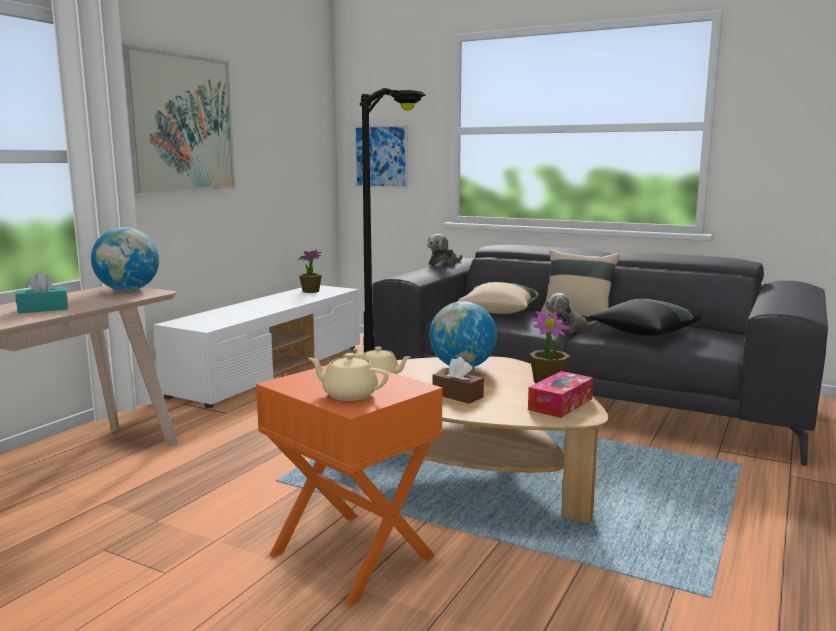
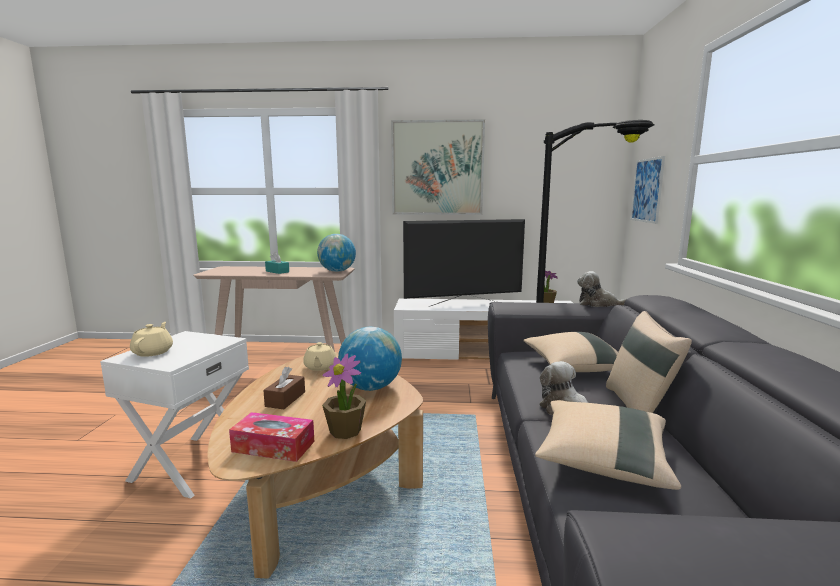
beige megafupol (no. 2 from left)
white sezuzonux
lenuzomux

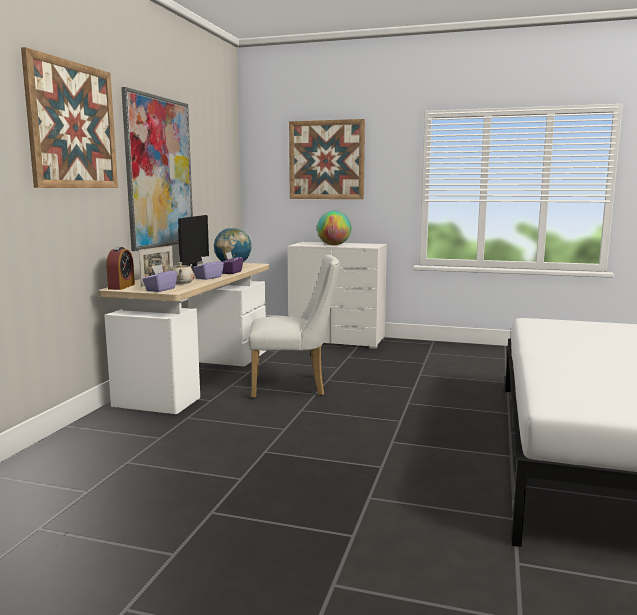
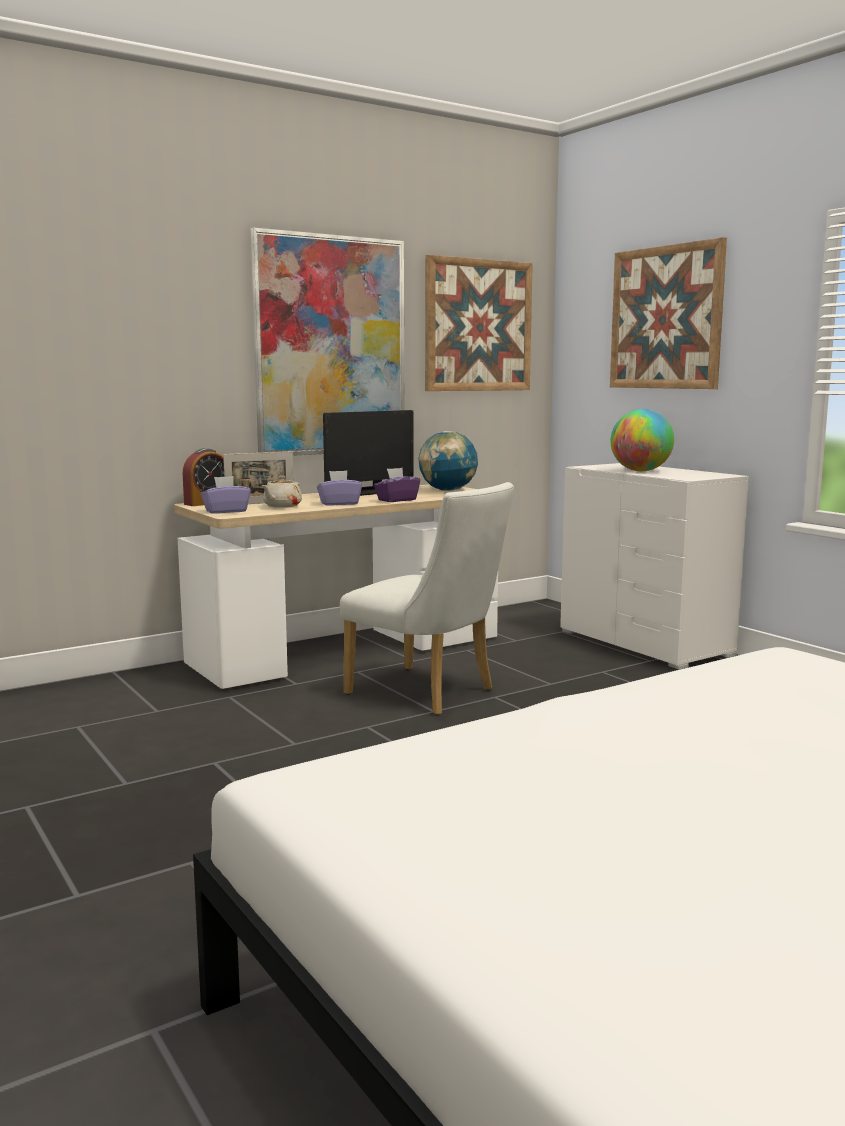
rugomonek (no. 2 from left)

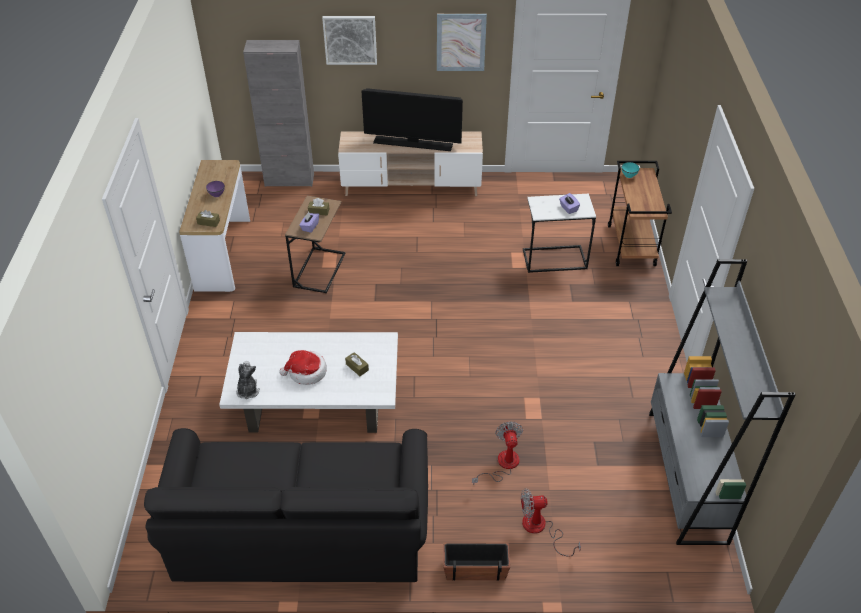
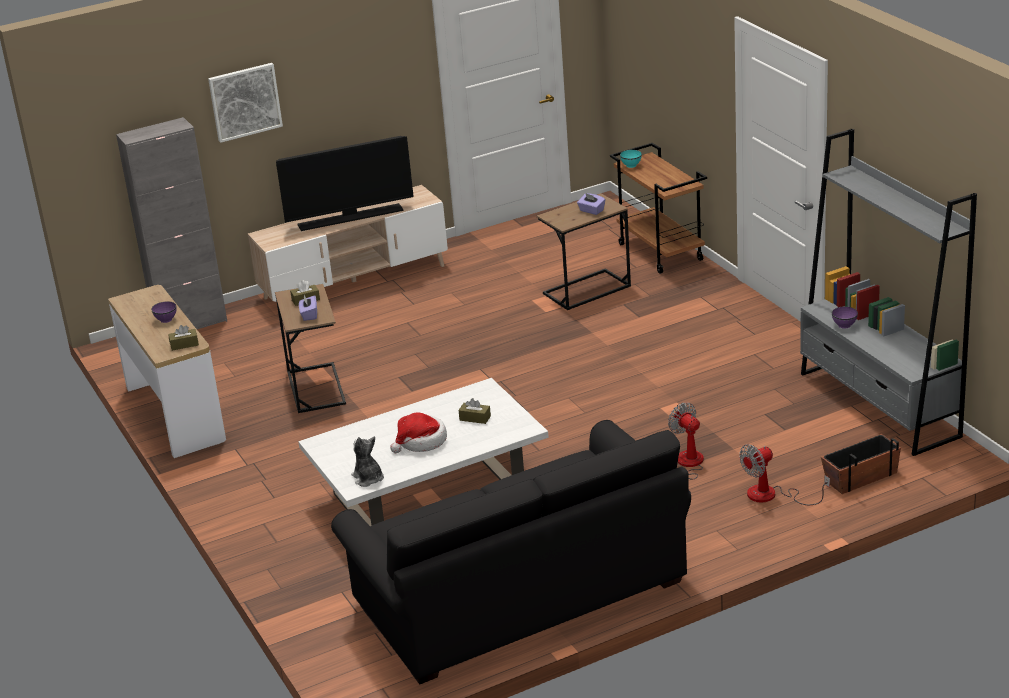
rugomonek (no. 2 from left in the first image)
brown sezuzonux (no. 2 from left)
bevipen
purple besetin (no. 2 from left)

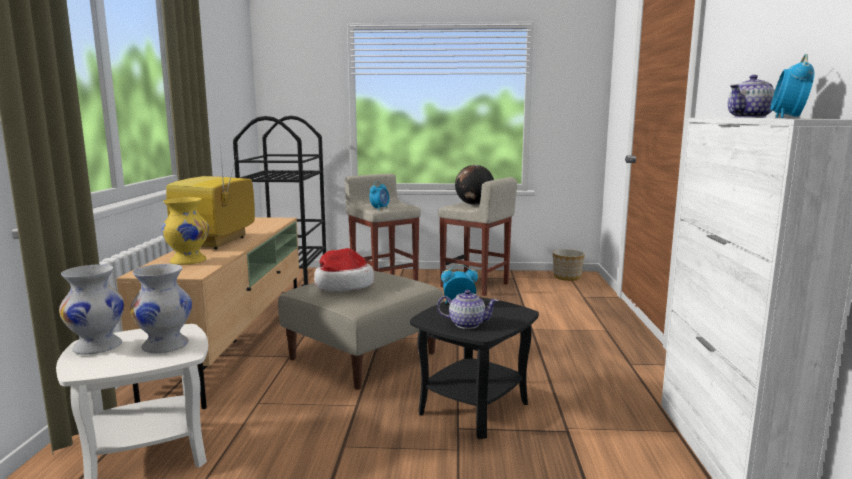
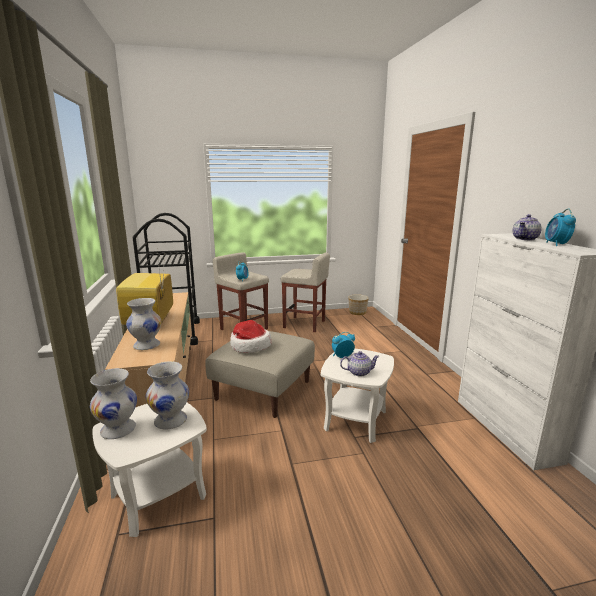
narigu
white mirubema (no. 2 from left)
white sezuzonux (no. 2 from left)

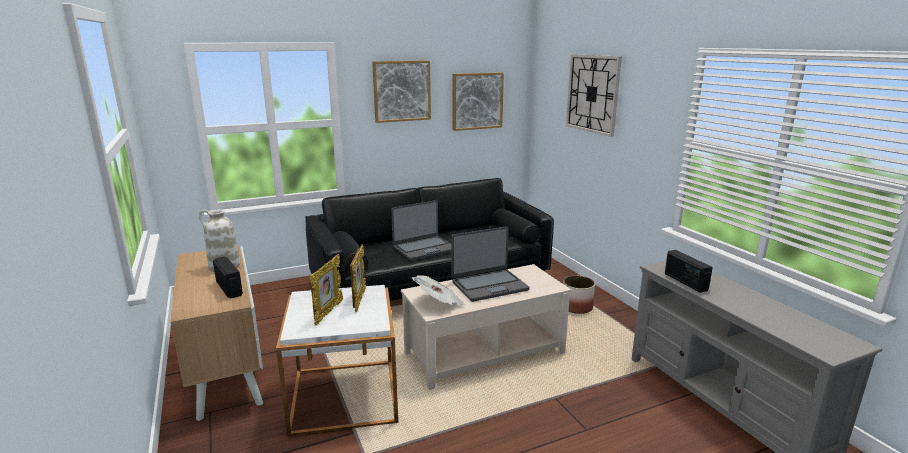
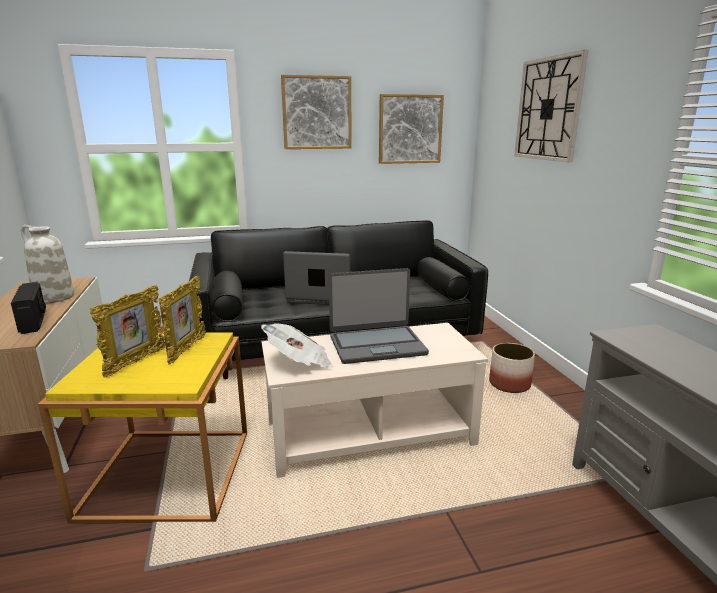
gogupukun (no. 1 from left)
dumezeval (no. 2 from left in the first image)
yellow sezuzonux

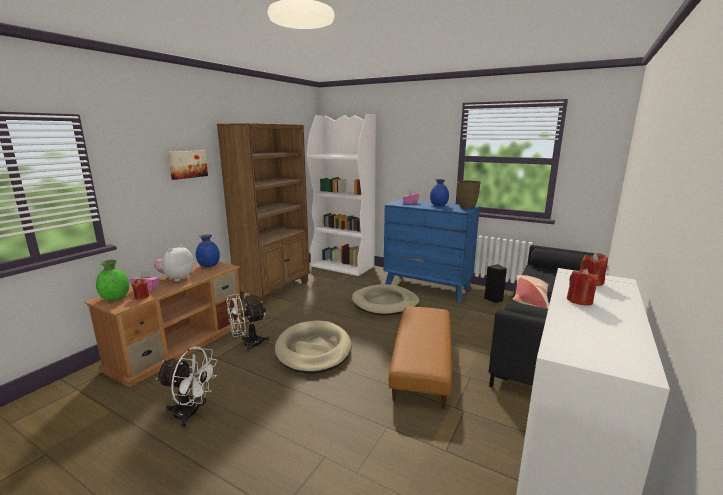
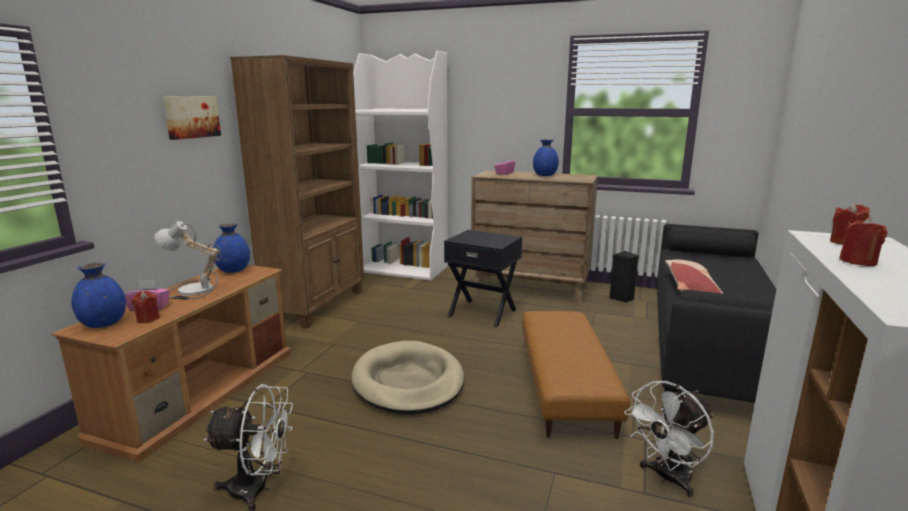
brown mirubema
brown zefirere
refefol
blue mirubema (no. 1 from left)
black sezuzonux
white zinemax (no. 2 from left)

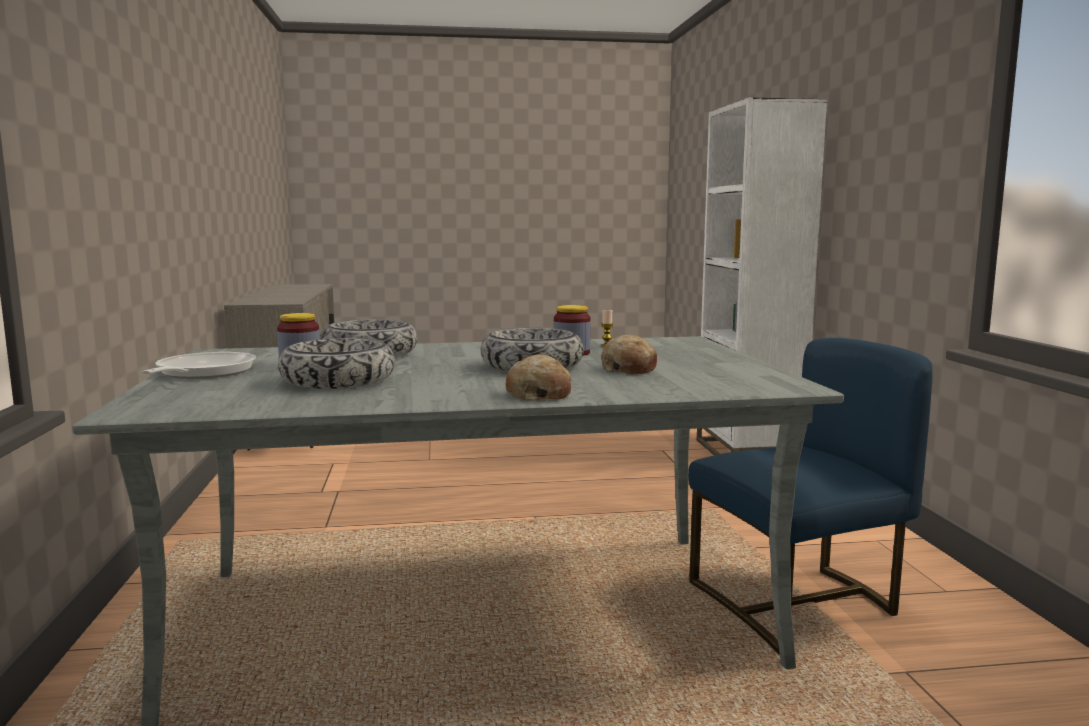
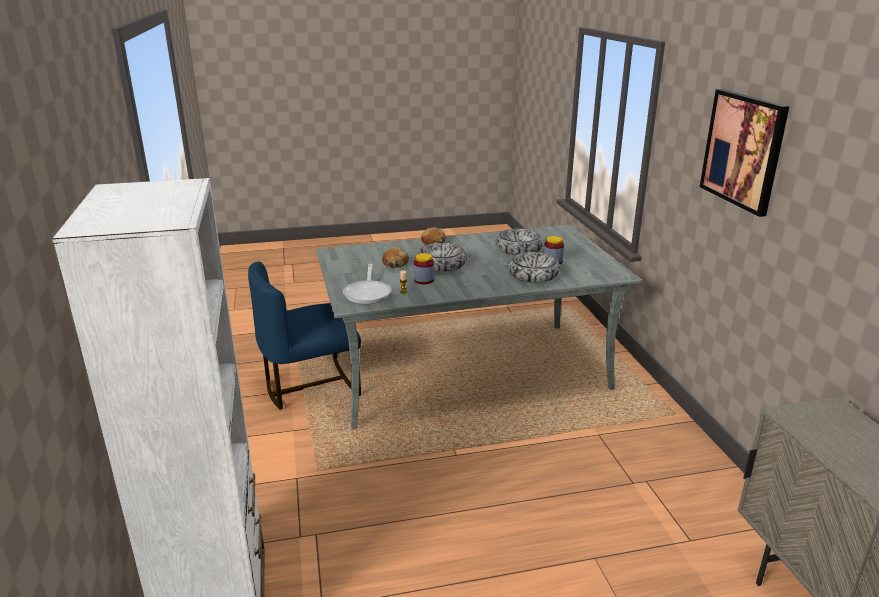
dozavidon
rugomonek

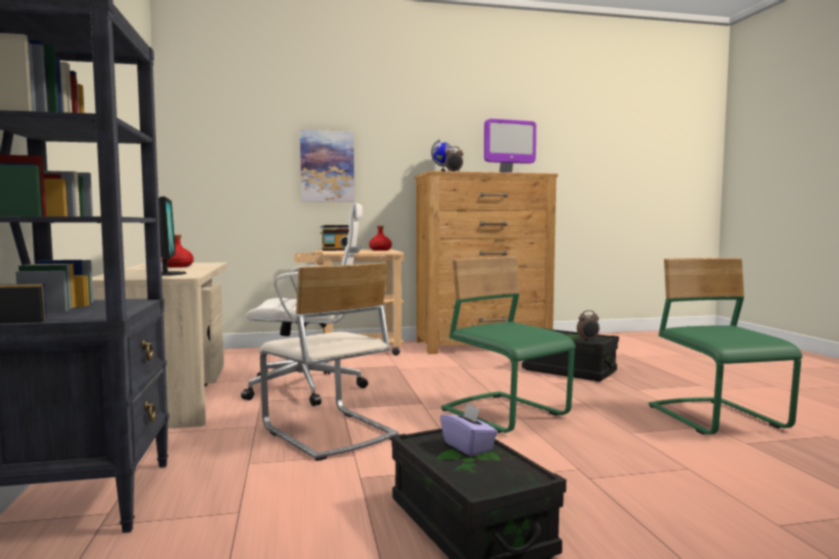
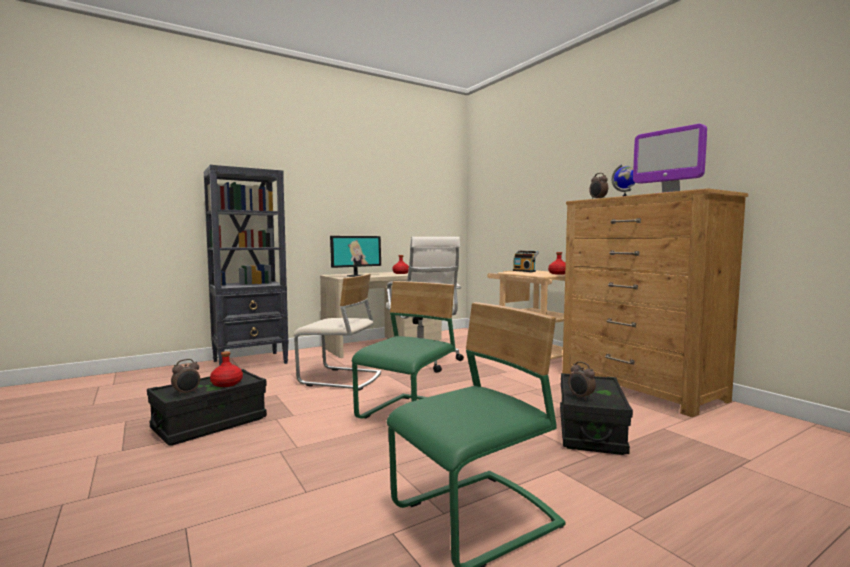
rugomonek
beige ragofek
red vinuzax (no. 1 from left)
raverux (no. 1 from left)

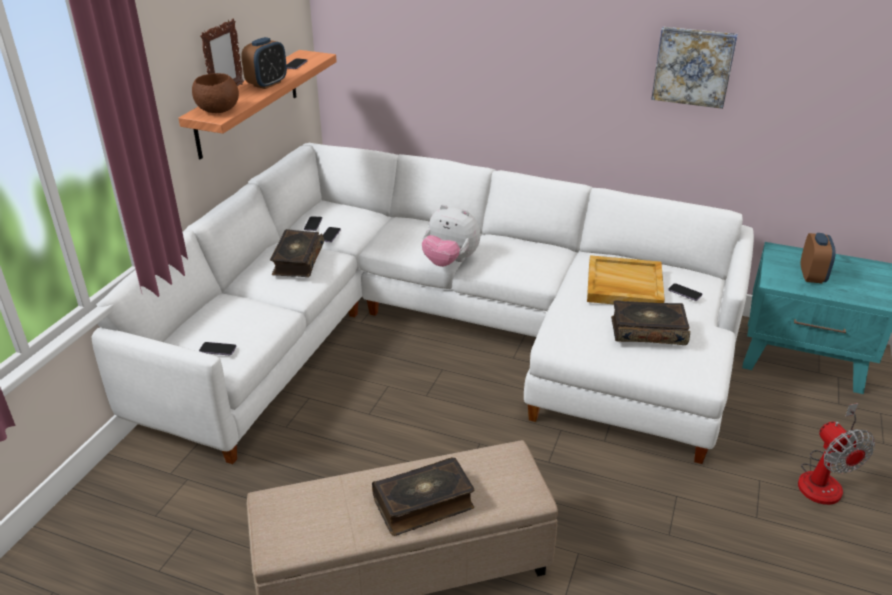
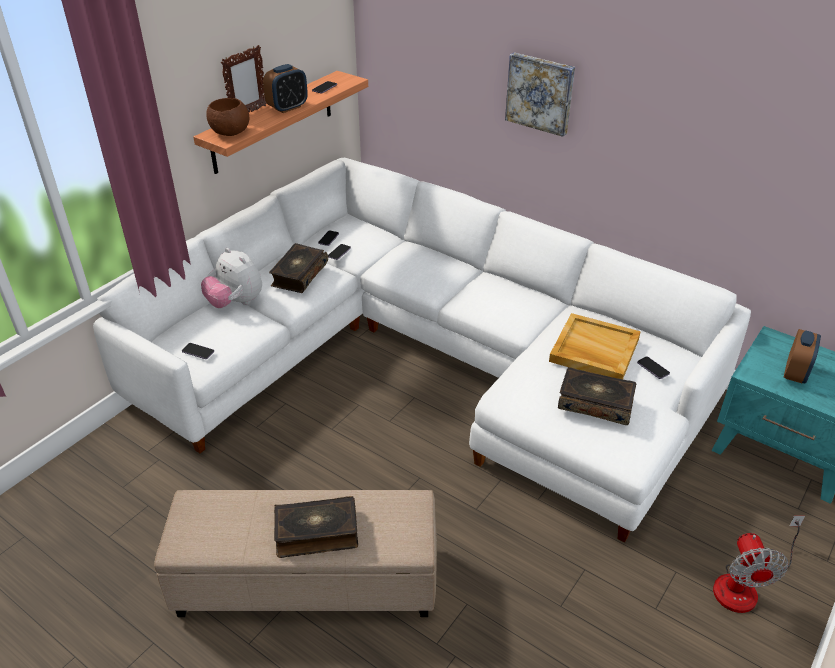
rugomonek
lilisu

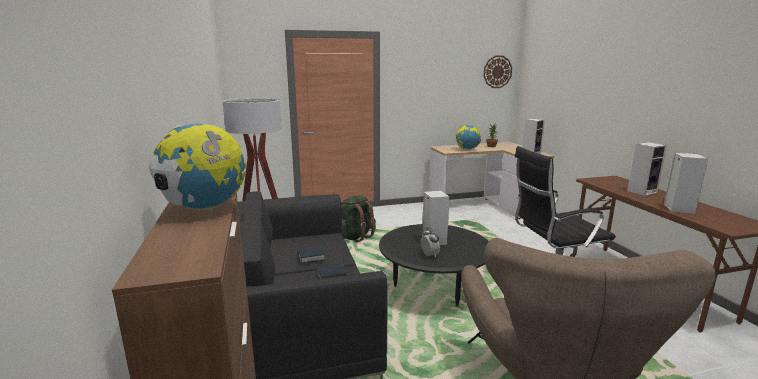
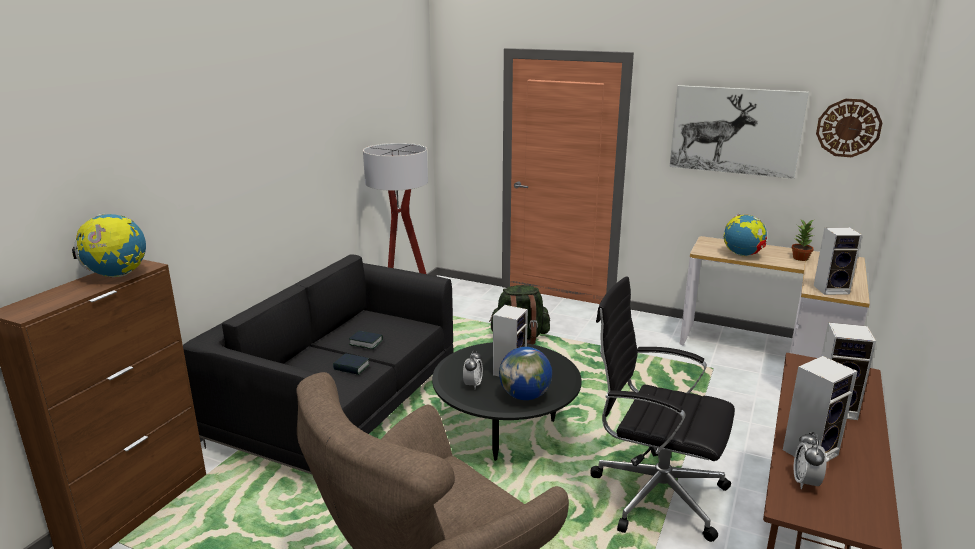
rugomonek
narigu (no. 2 from left)
raverux (no. 2 from left)

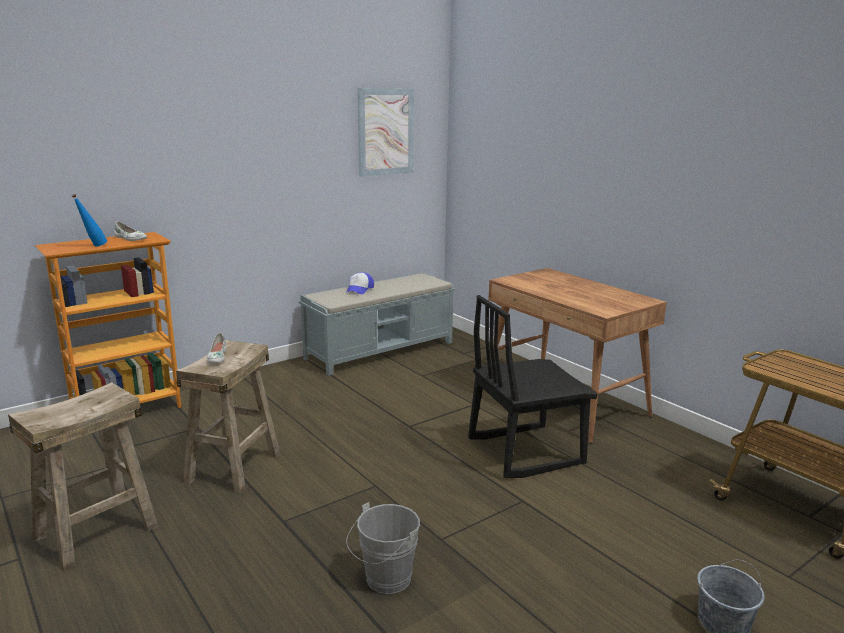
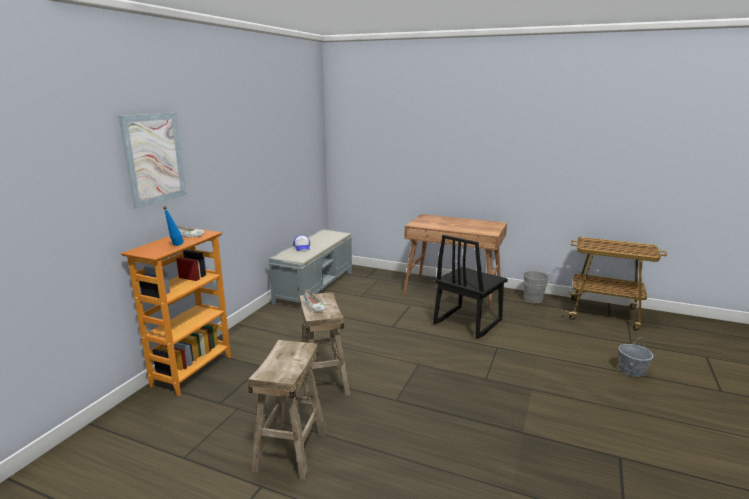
rugomonek
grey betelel (no. 1 from left)

